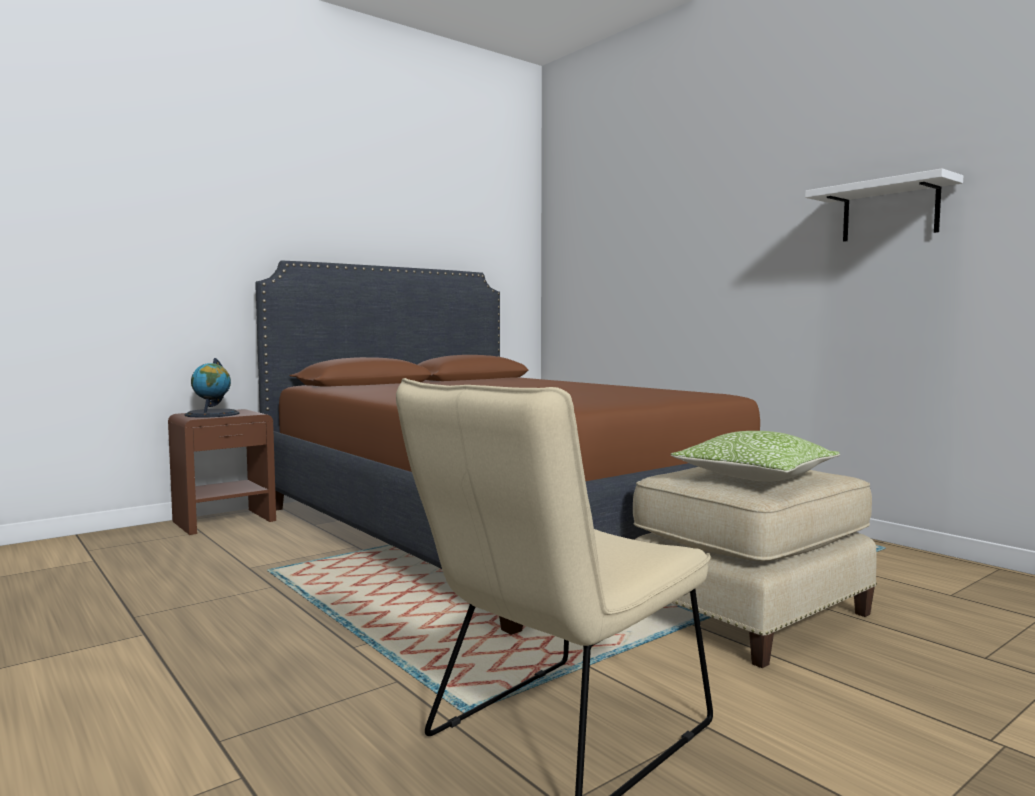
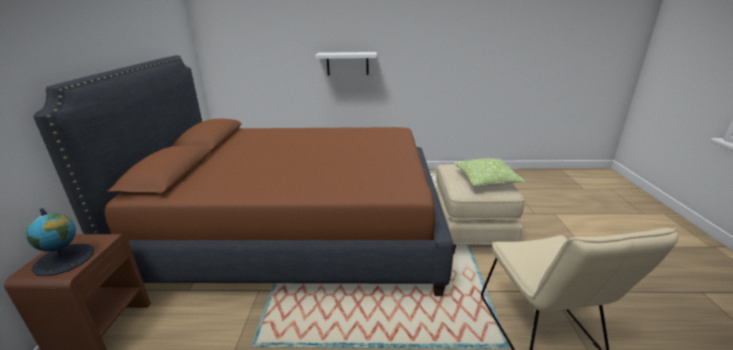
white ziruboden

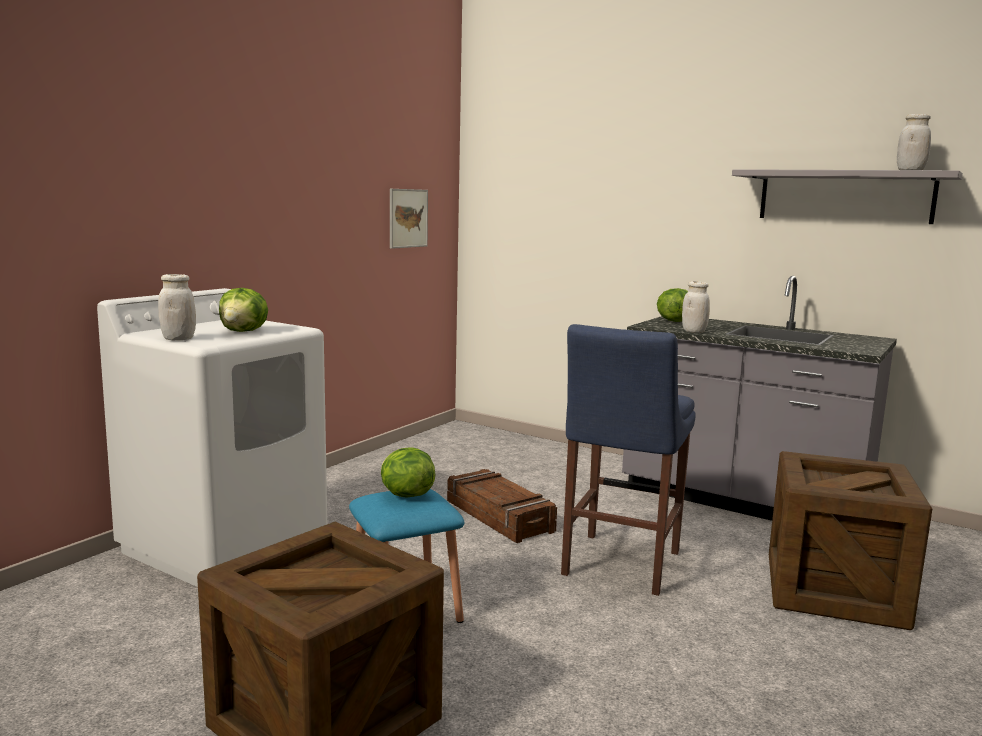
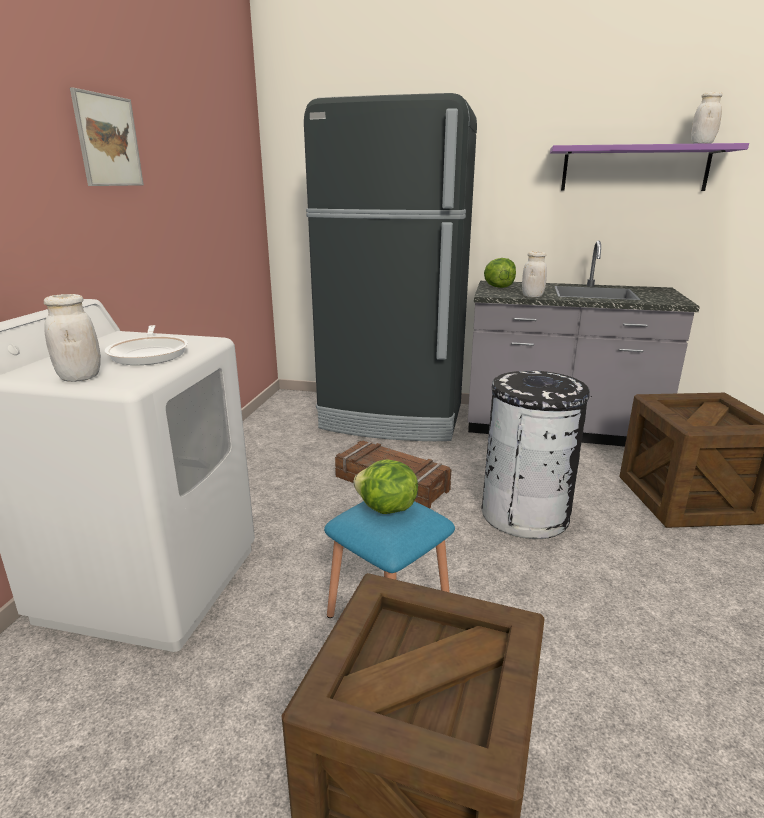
purple ziruboden
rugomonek
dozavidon
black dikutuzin
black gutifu

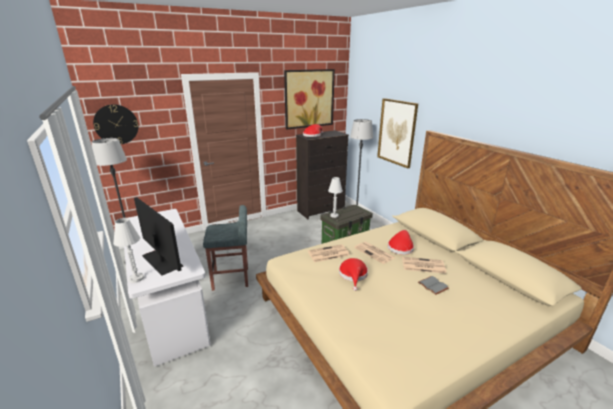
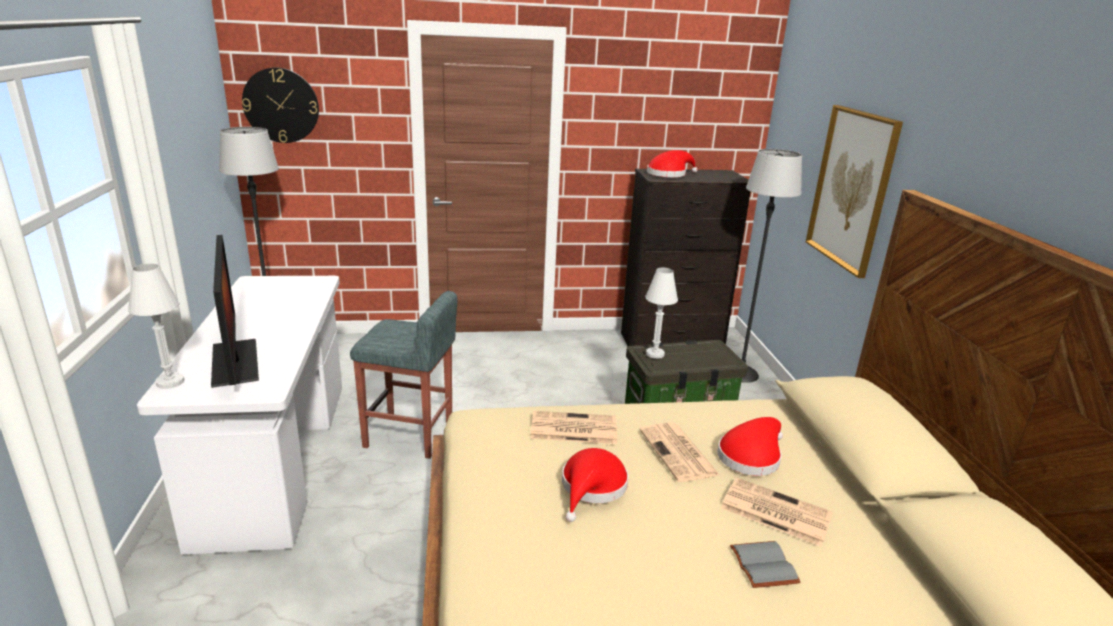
rugomonek (no. 1 from left in the first image)

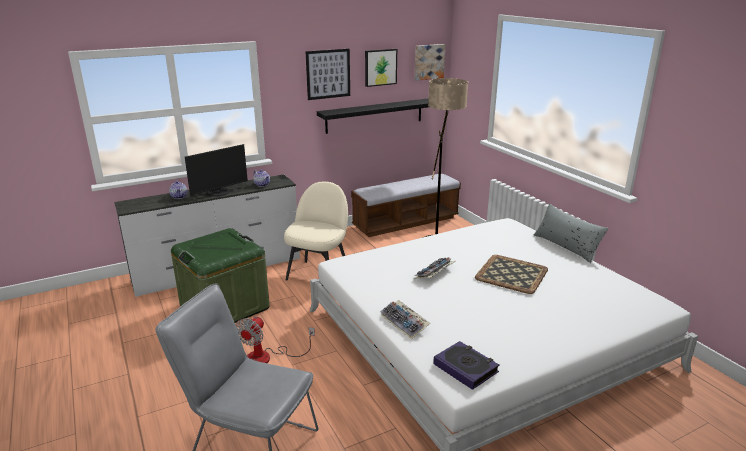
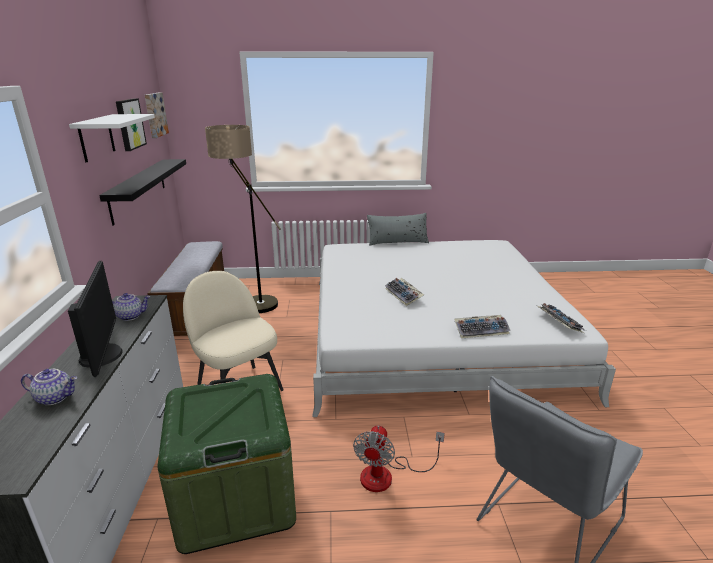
white ziruboden
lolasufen
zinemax
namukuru (no. 3 from left)

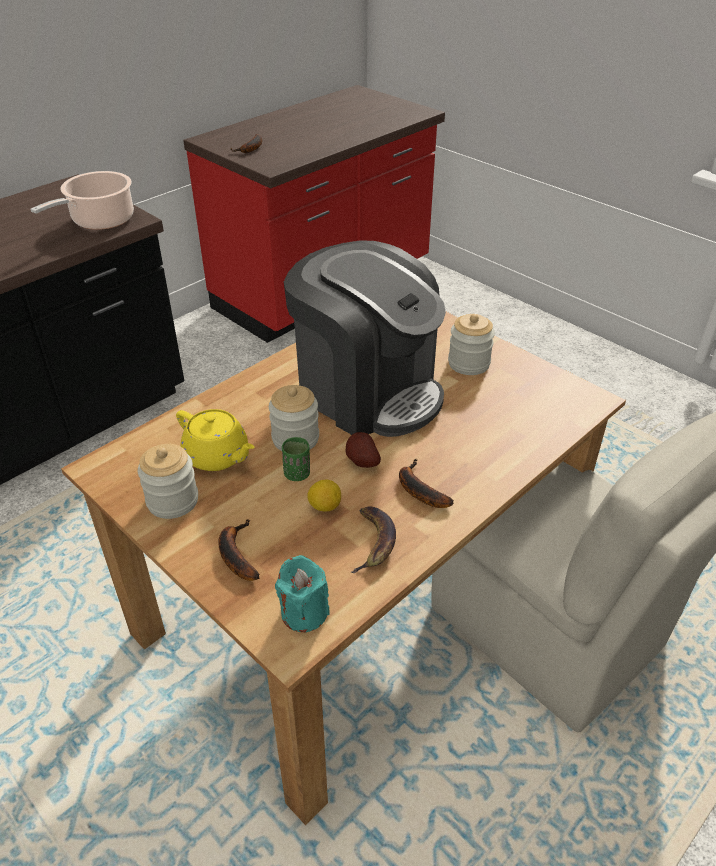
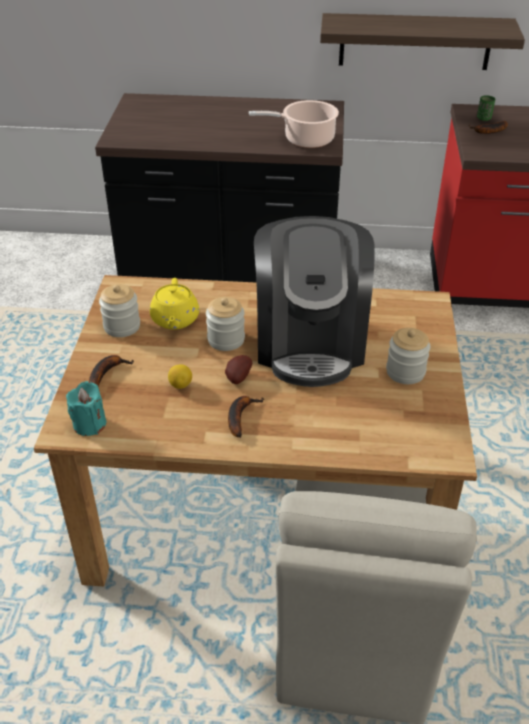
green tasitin
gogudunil (no. 3 from left in the first image)
ziruboden

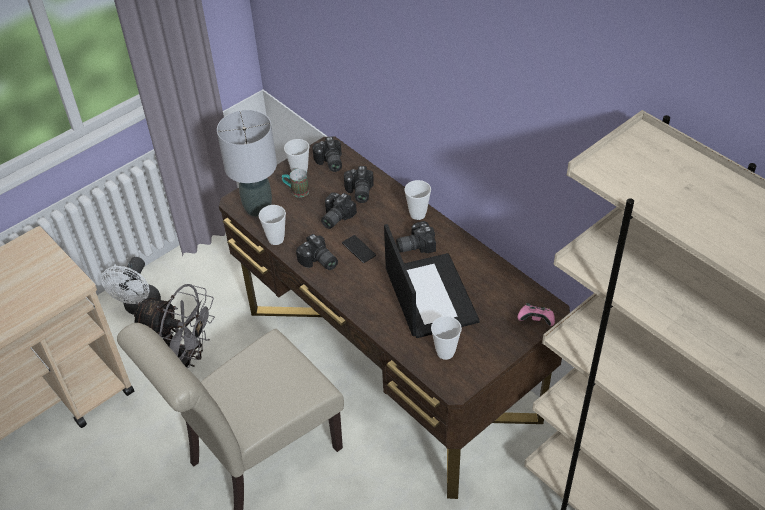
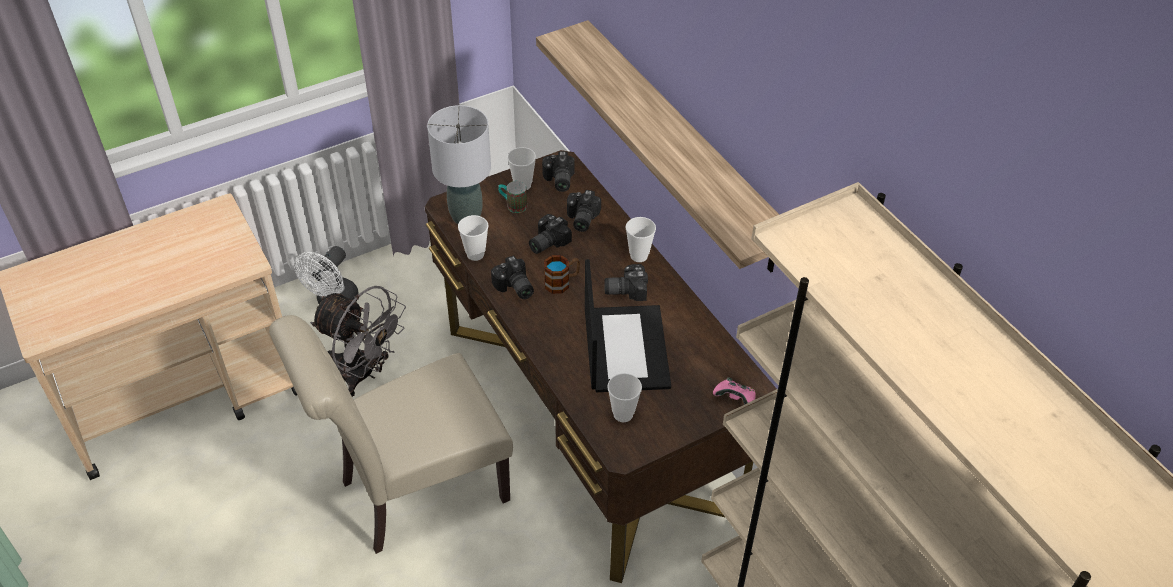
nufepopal (no. 2 from left)
ziruboden

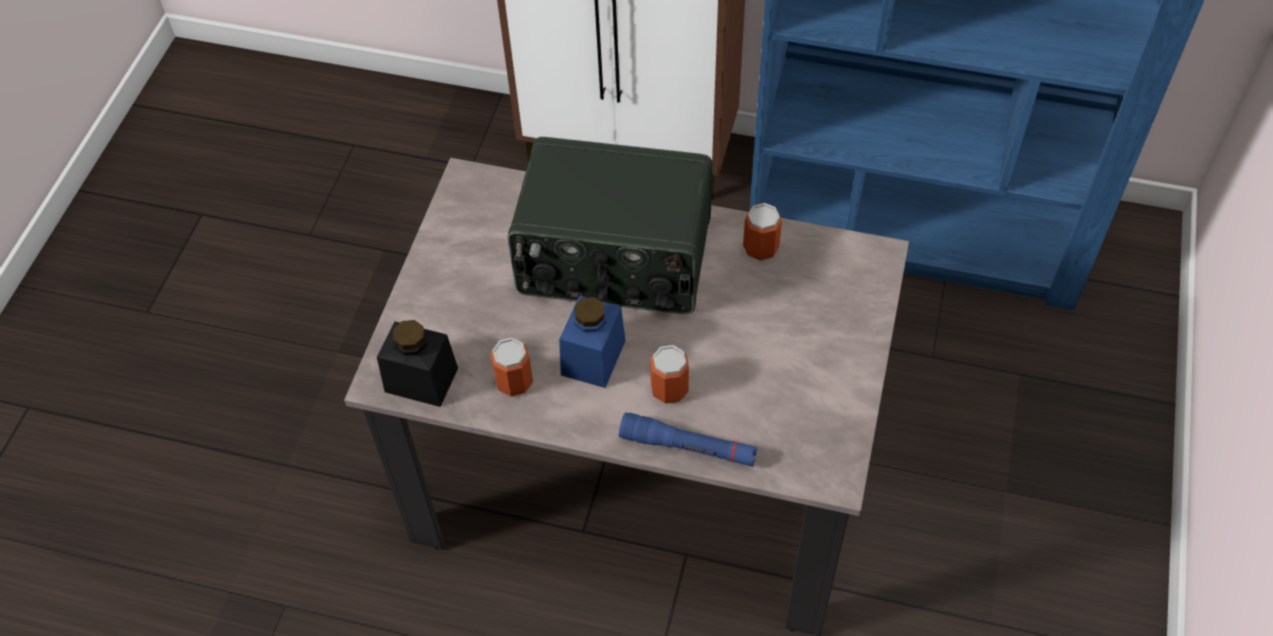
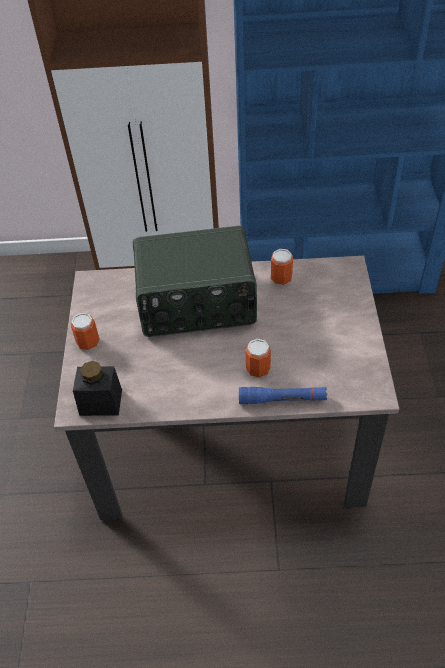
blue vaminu
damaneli (no. 1 from left)

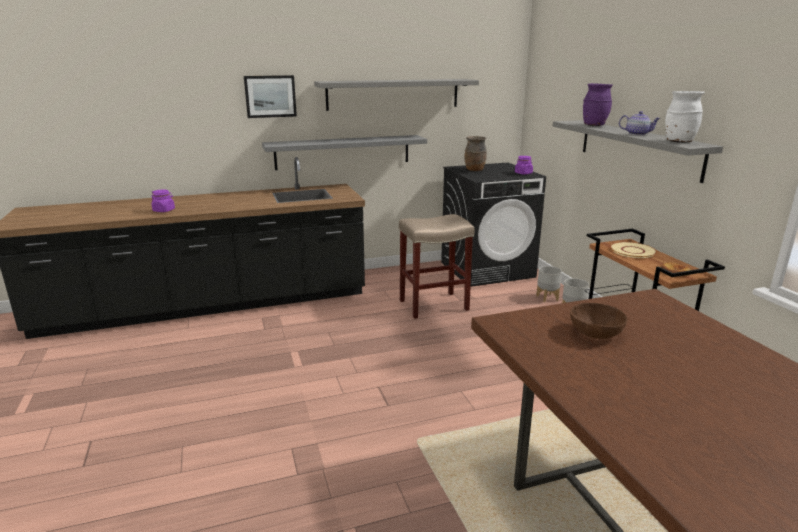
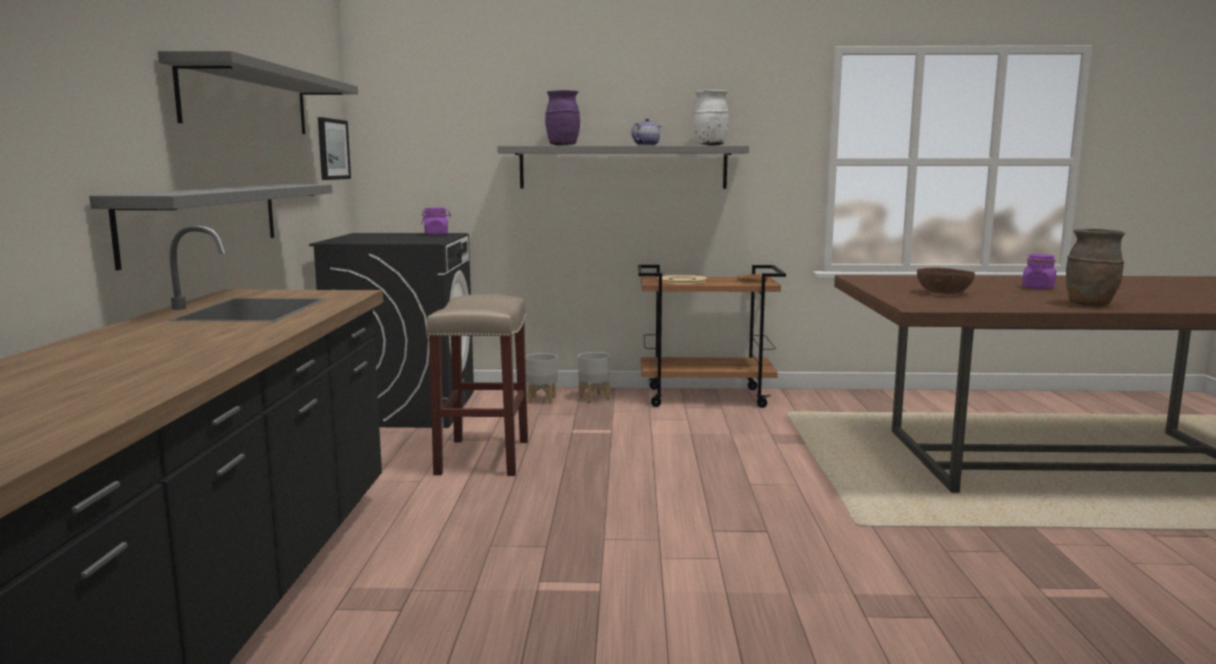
rugomonek
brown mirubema
purple vaminu (no. 2 from left)

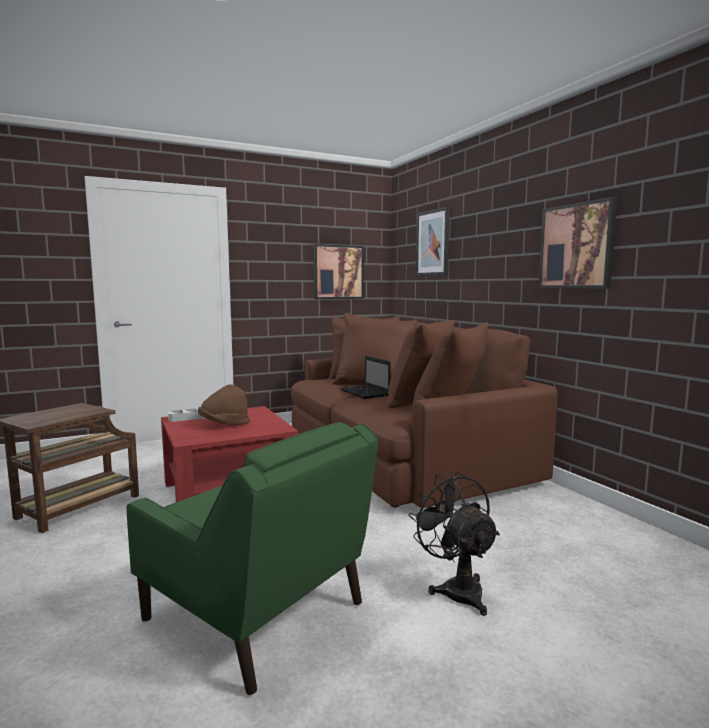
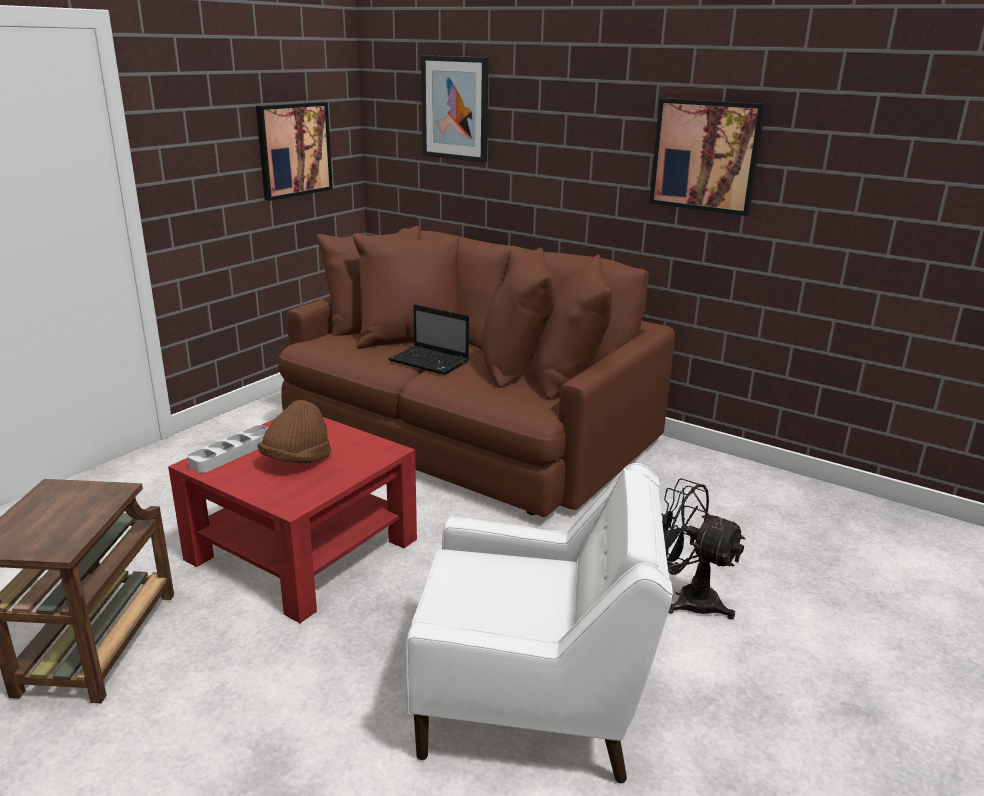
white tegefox

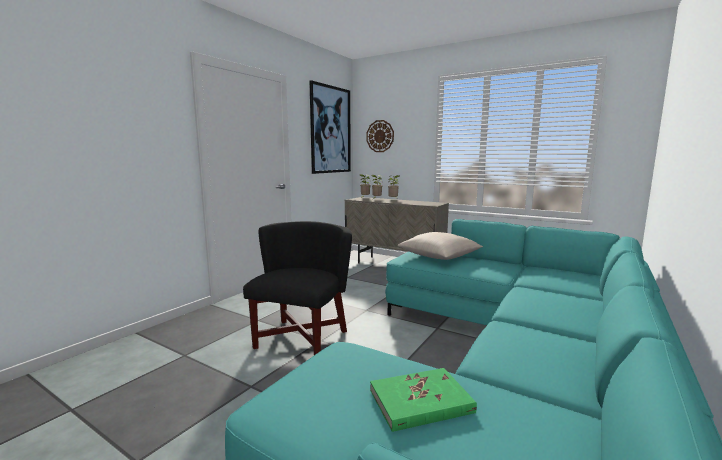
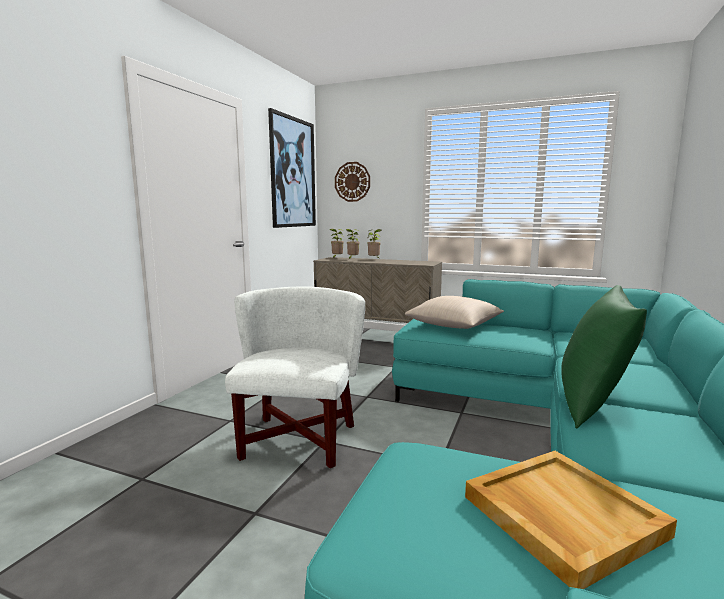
white tegefox
beige lolasufen
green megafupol

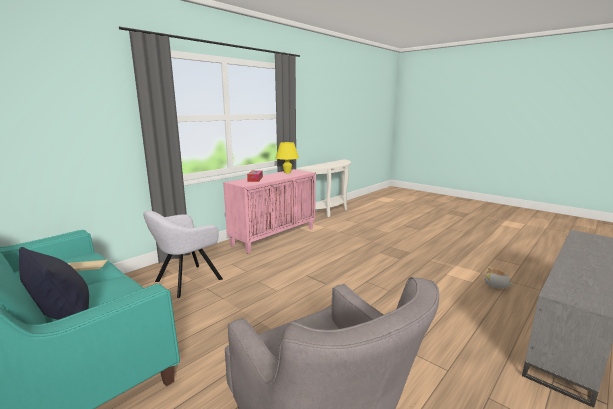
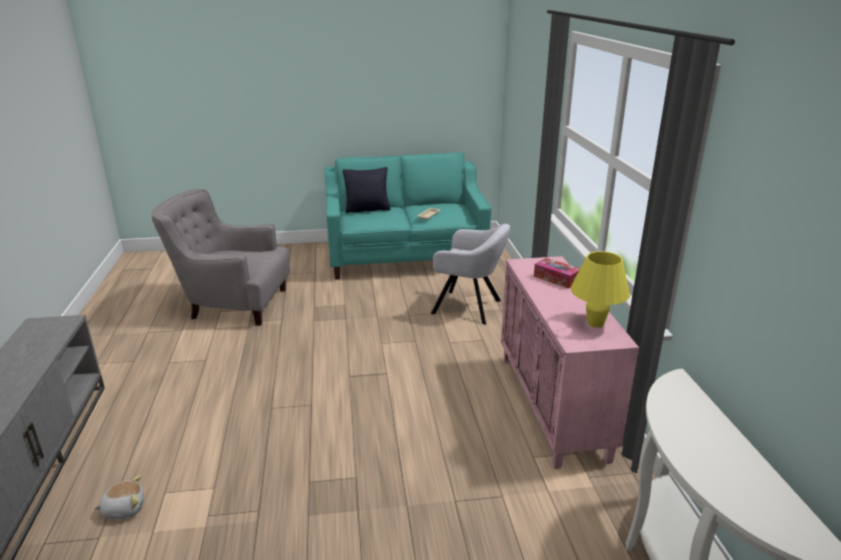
grey tegefox (no. 2 from left)

